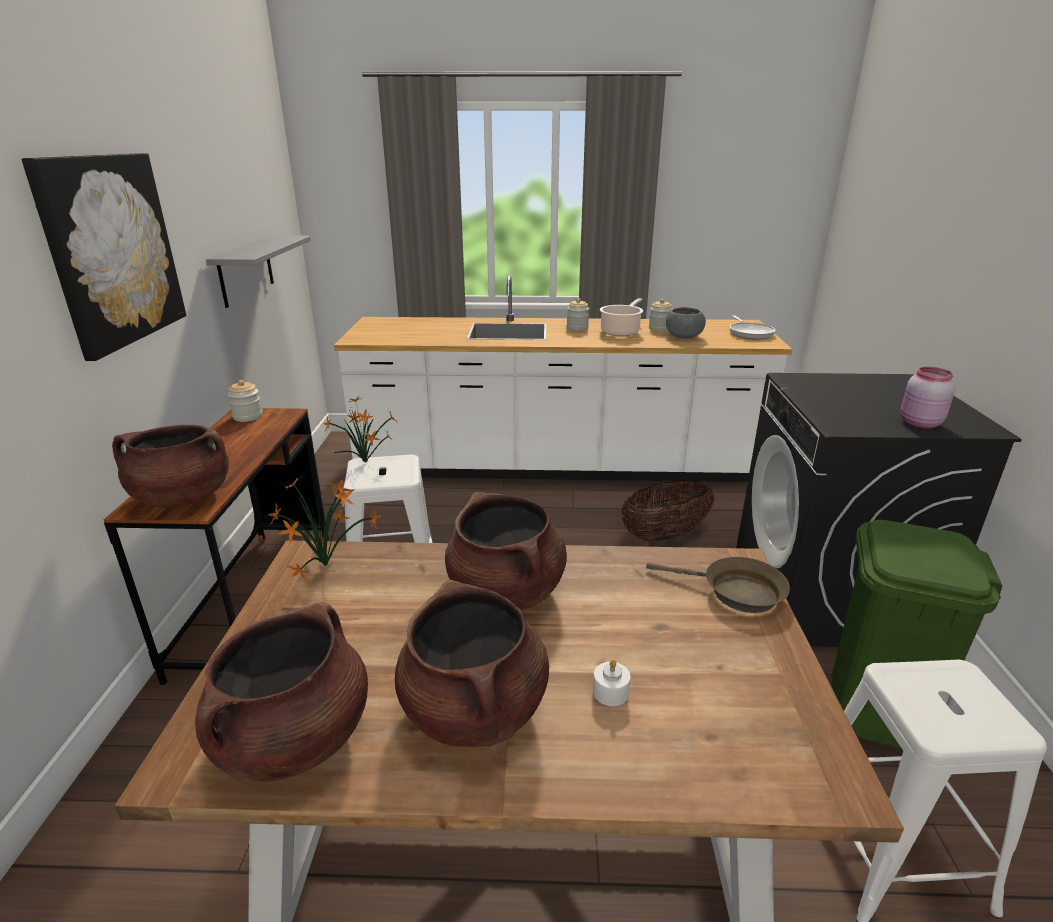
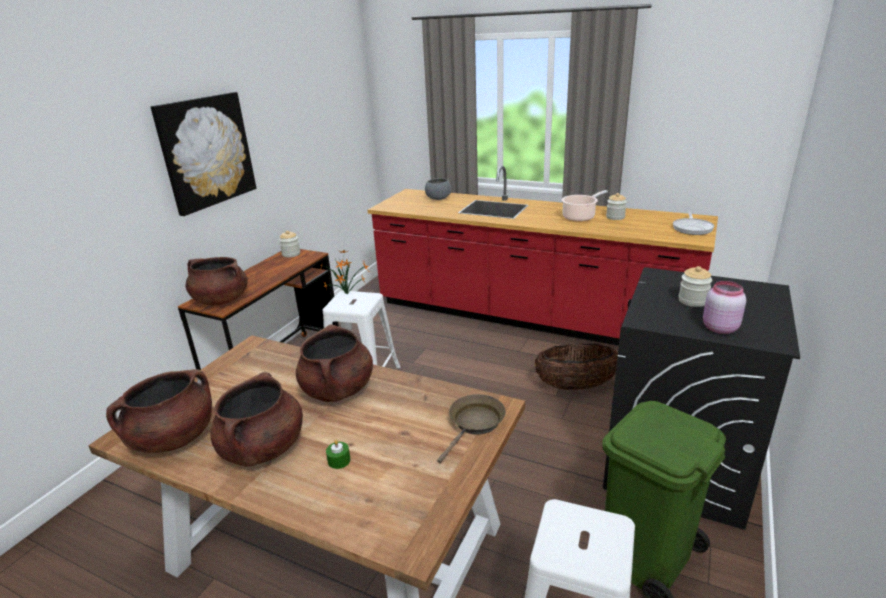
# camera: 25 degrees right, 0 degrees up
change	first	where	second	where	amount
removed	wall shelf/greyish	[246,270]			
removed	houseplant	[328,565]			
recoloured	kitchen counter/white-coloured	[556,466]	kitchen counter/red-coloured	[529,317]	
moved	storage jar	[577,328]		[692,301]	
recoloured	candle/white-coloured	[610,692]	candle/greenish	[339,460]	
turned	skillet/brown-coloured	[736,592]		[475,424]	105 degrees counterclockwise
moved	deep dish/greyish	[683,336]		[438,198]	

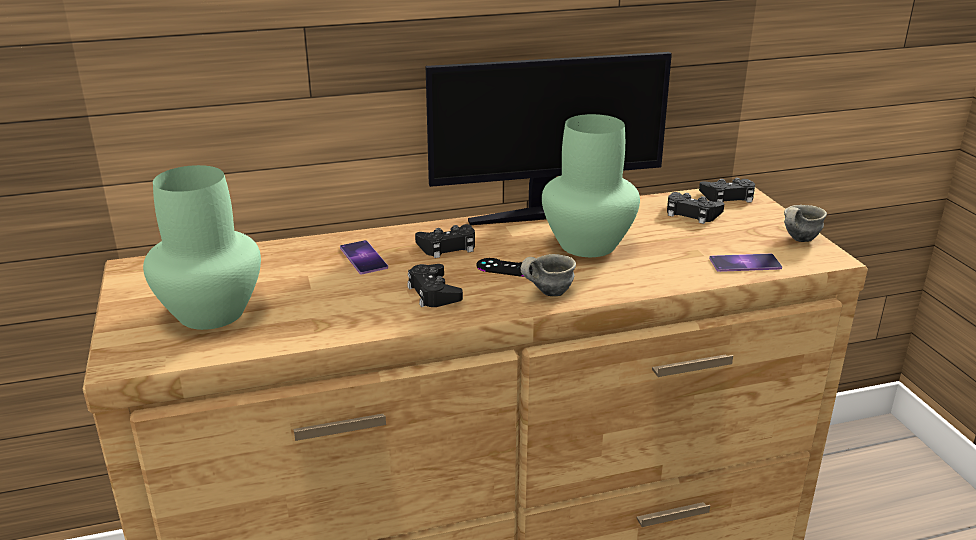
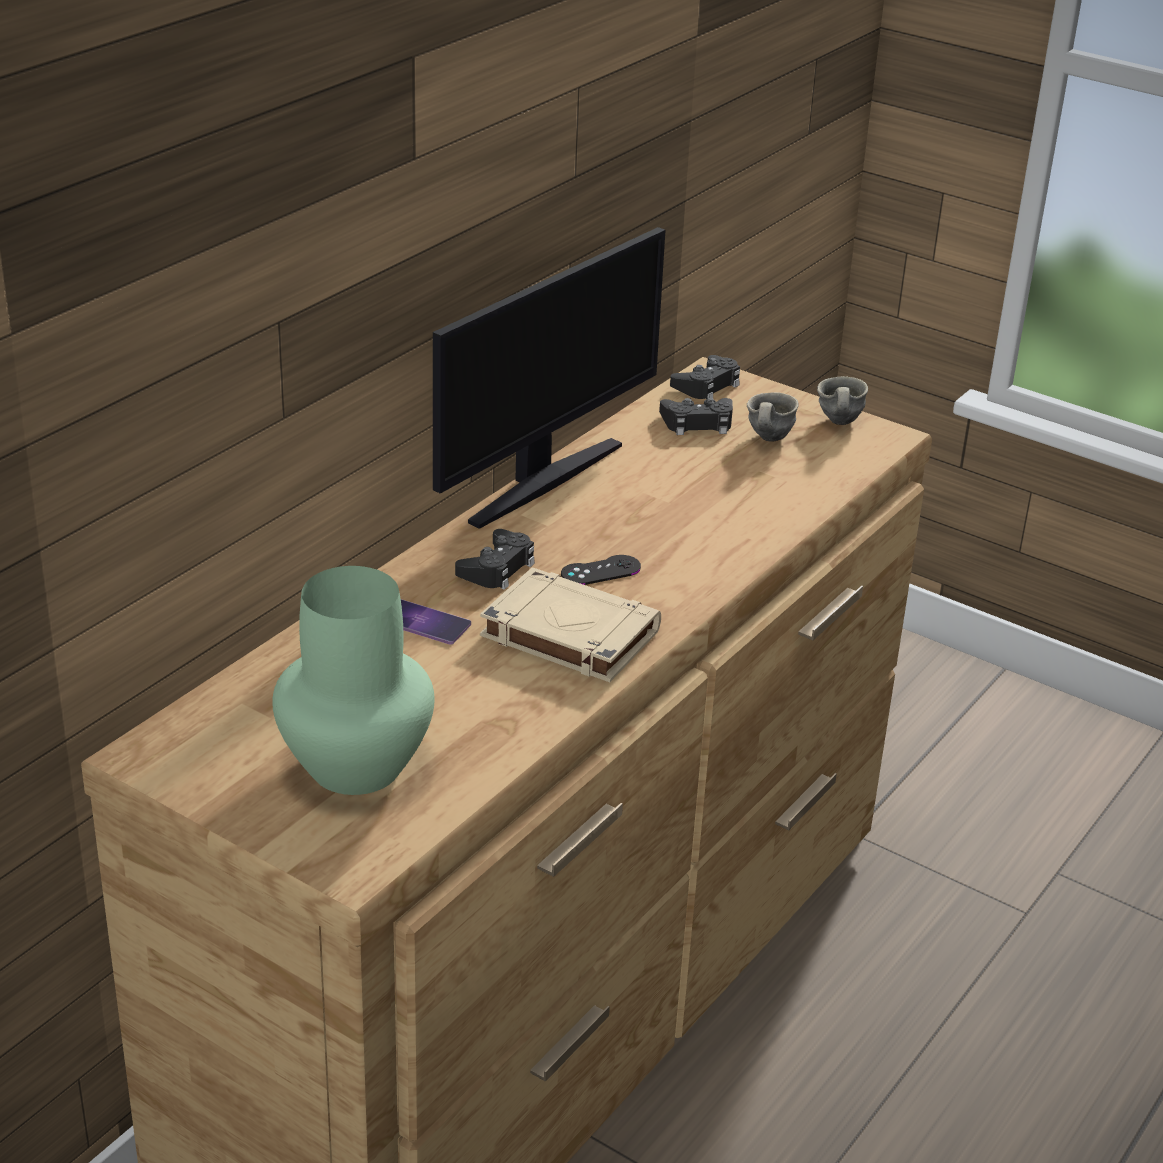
# camera: 40 degrees left, 5 degrees up
change	first	where	second	where	amount
replaced	joypad/black-coloured	[433,292]	bound book/beige	[568,634]	
moved	mug/greyish	[547,292]		[765,439]	
removed	decorative vase/greenish	[586,244]			
removed	handset	[745,263]			

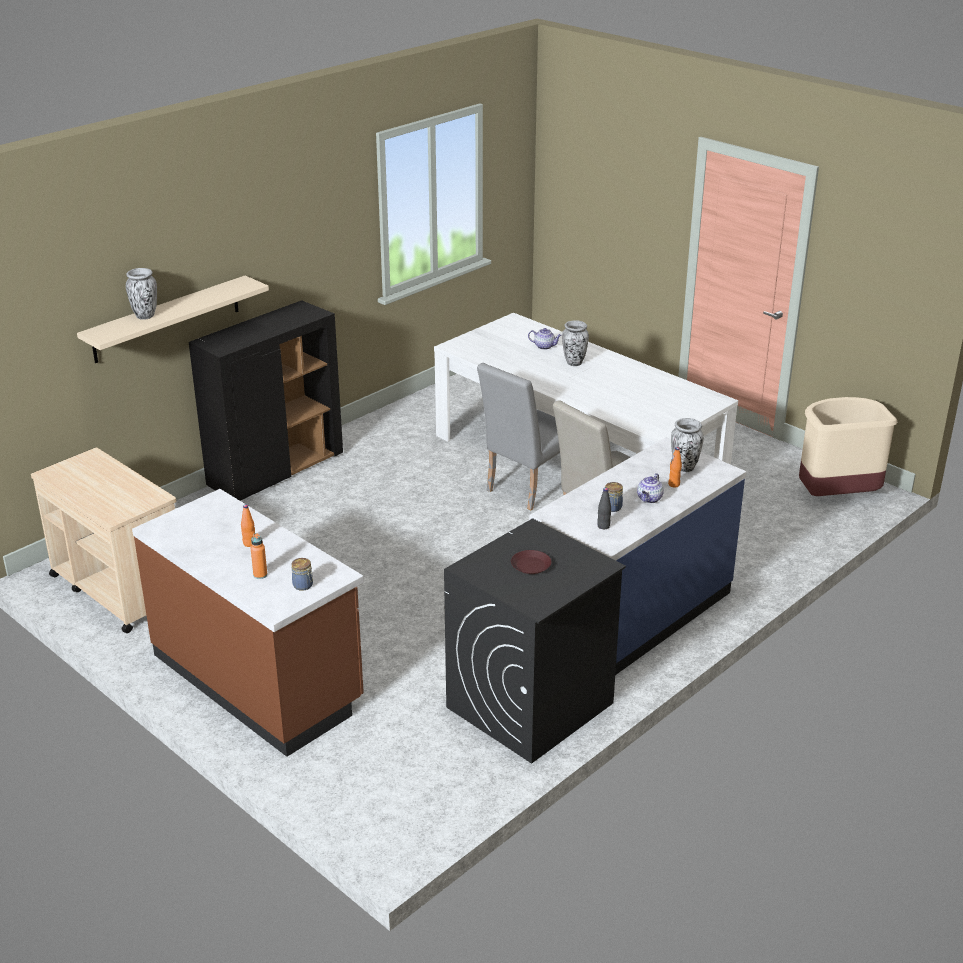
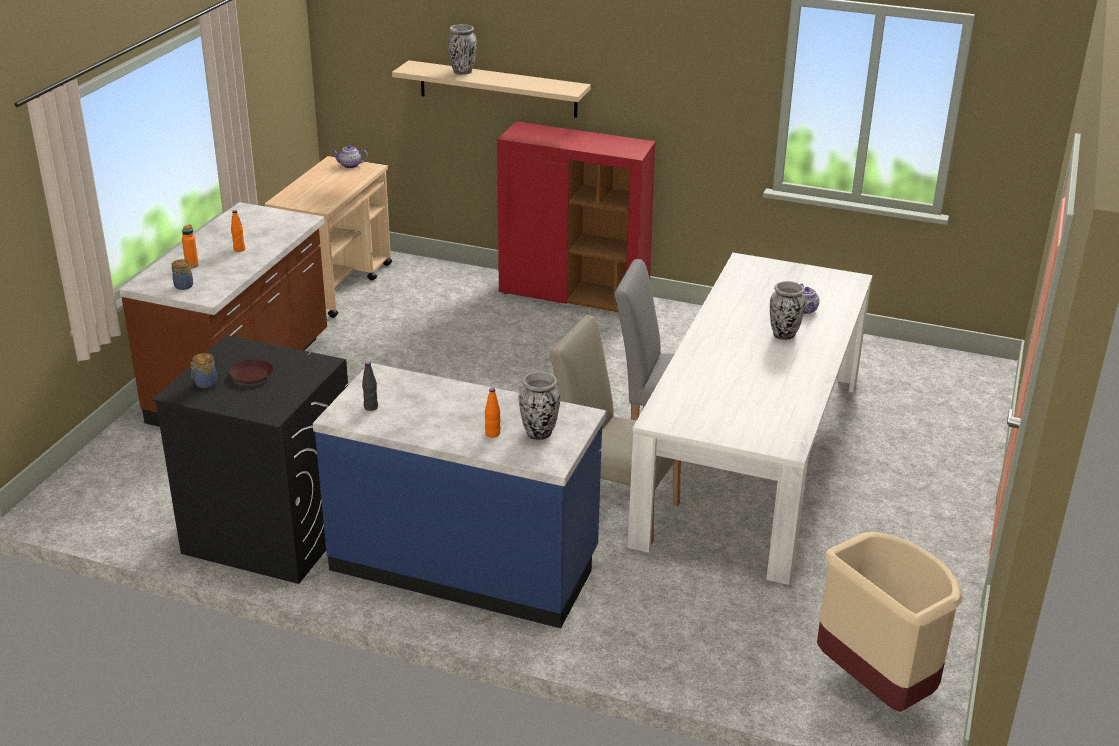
# camera: 65 degrees right, 0 degrees up
change	first	where	second	where	amount
recoloured	cabinet/black-coloured	[276,470]	cabinet/red-coloured	[575,295]	
moved	storage jar	[612,508]		[205,383]	
moved	pot for tea	[649,499]		[350,165]	

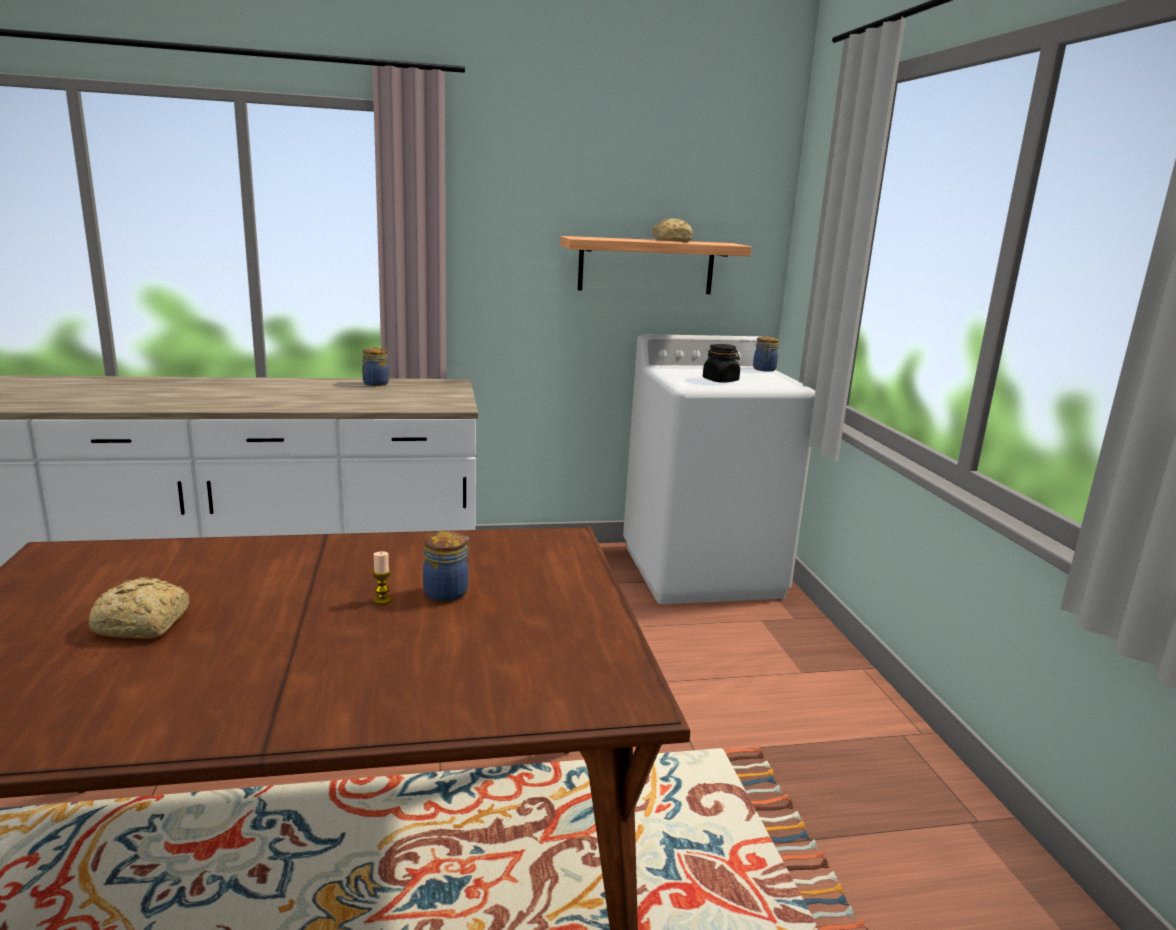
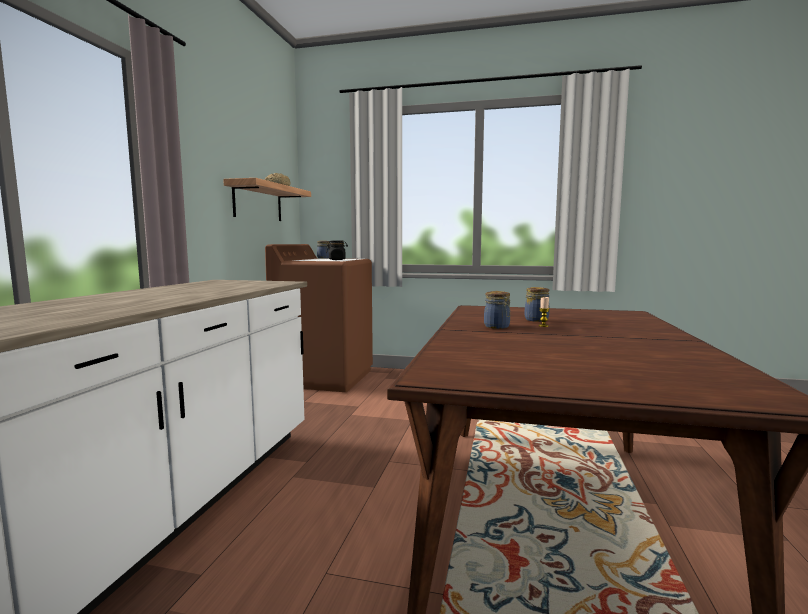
# camera: 65 degrees left, 10 degrees down
change	first	where	second	where	amount
removed	bakery bread	[144,625]			
moved	storage jar	[375,384]		[497,327]	
recoloured	laundry appliance/white-coloured	[703,571]	laundry appliance/brown-coloured	[324,377]	

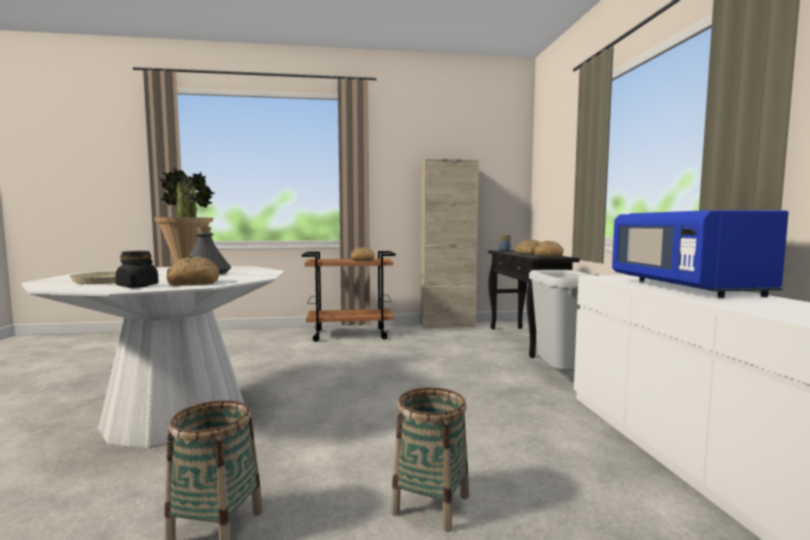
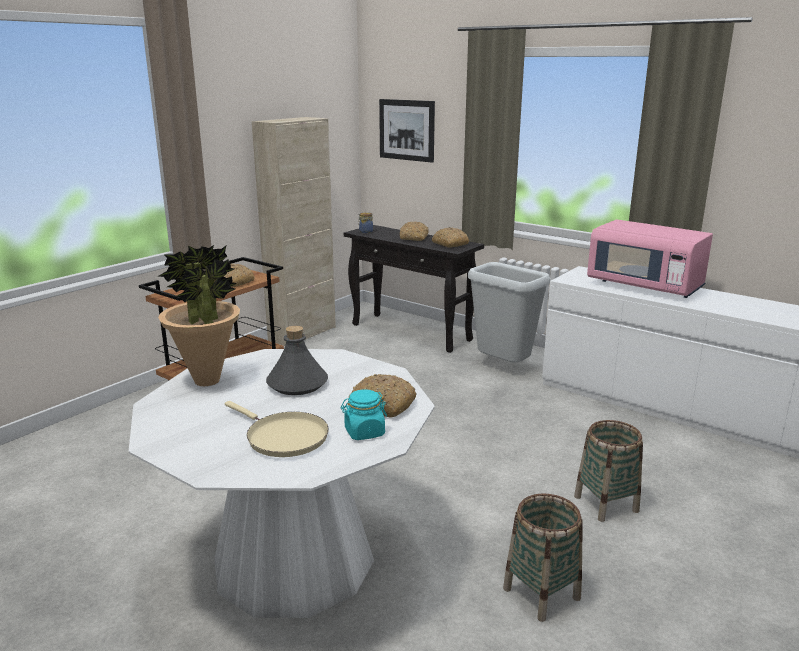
# camera: 45 degrees left, 15 degrees up
change	first	where	second	where	amount
recoloured	storage jar/black-coloured	[137,286]	storage jar/turquoise-coloured	[364,432]	
recoloured	microwave oven/blue-coloured	[686,287]	microwave oven/pinkish	[645,286]	
added			wall art	[406,130]	

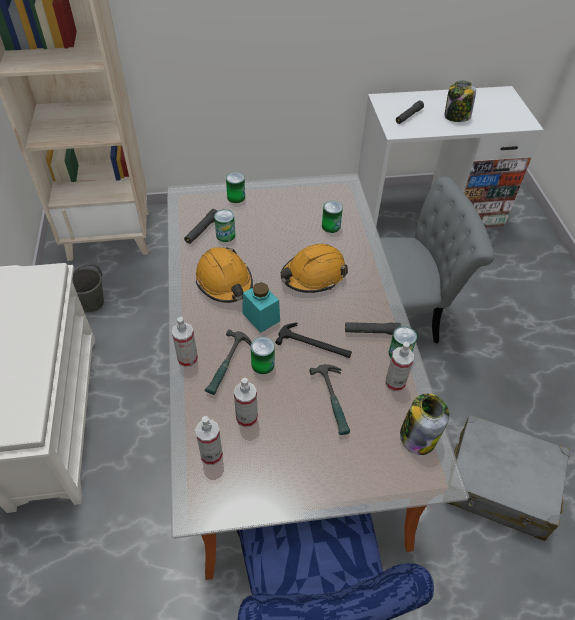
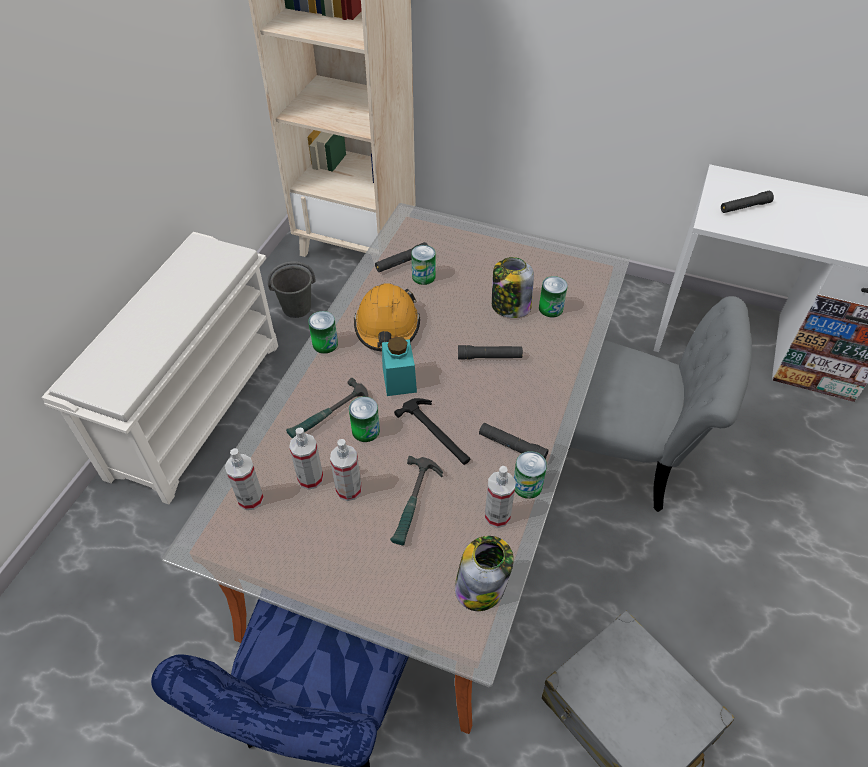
# camera: 30 degrees right, 0 degrees up
change	first	where	second	where	amount
moved	sprayer	[187,359]		[349,490]	
moved	metal can	[236,197]		[325,344]	
replaced	hard hat/orange	[313,275]	hand torch/black-coloured	[489,357]	
moved	storage jar	[456,117]		[510,306]	

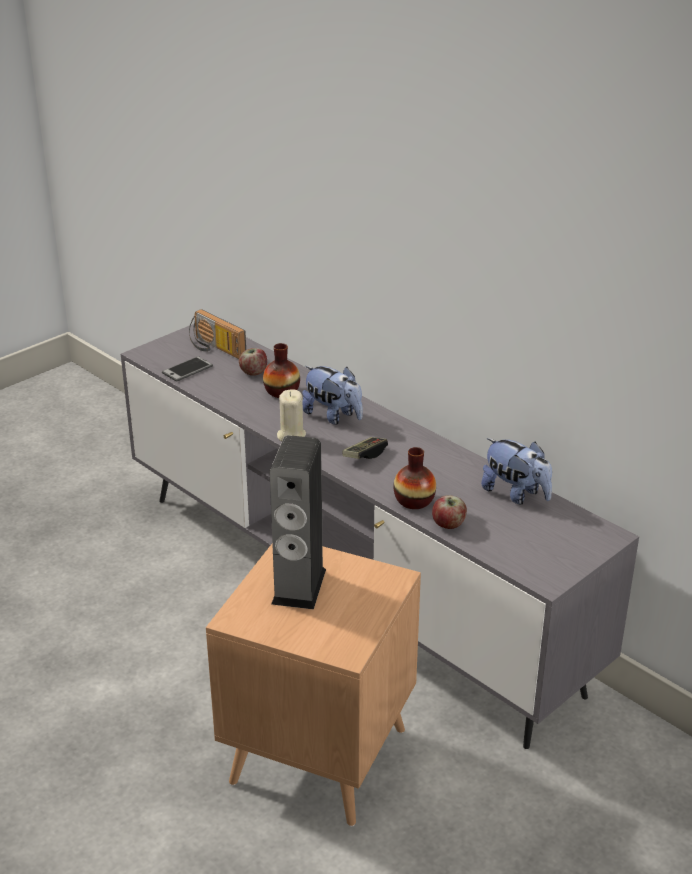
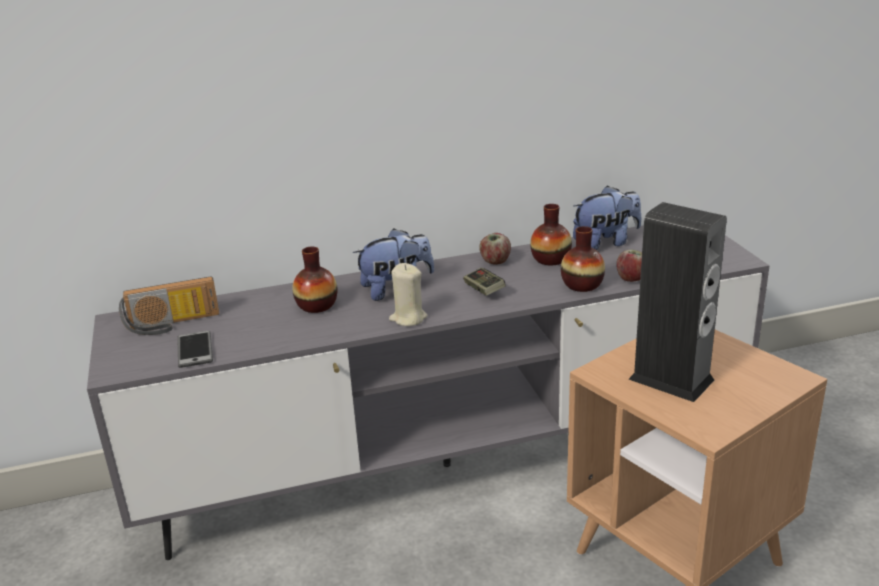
# camera: 60 degrees left, 5 degrees down
change	first	where	second	where	amount
moved	apple	[253,372]		[495,262]	
added			decorative vase	[550,259]	

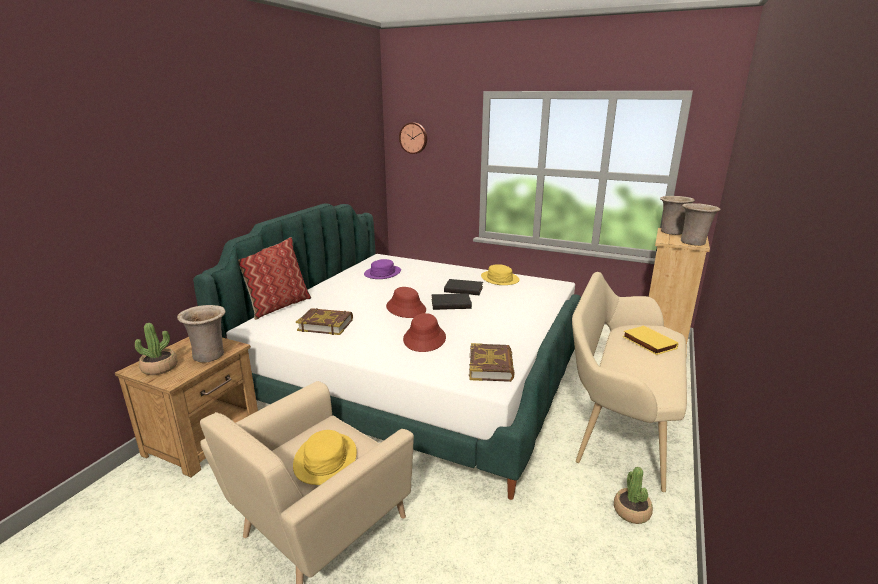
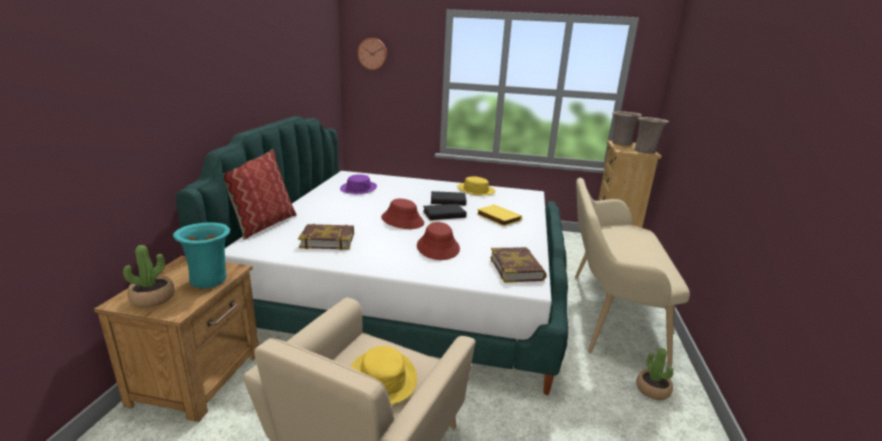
# camera: 15 degrees left, 0 degrees up
change	first	where	second	where	amount
recoloured	decorative vase/beige	[210,355]	decorative vase/turquoise-coloured	[210,280]	
moved	bound book/yellowish	[648,342]		[497,218]	

